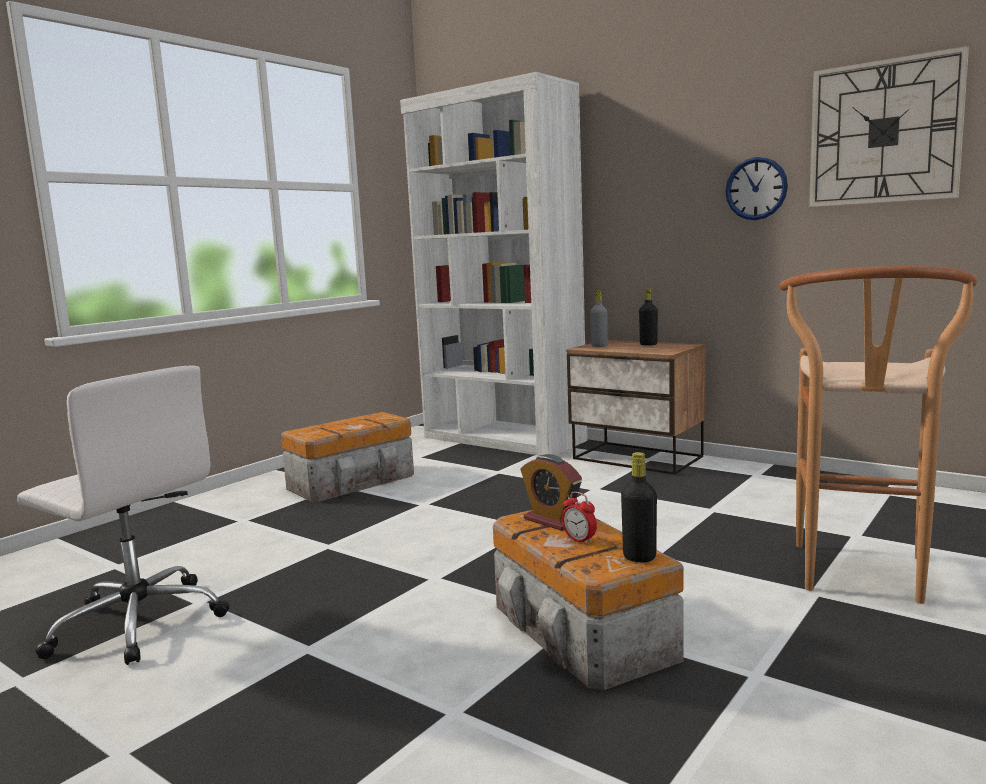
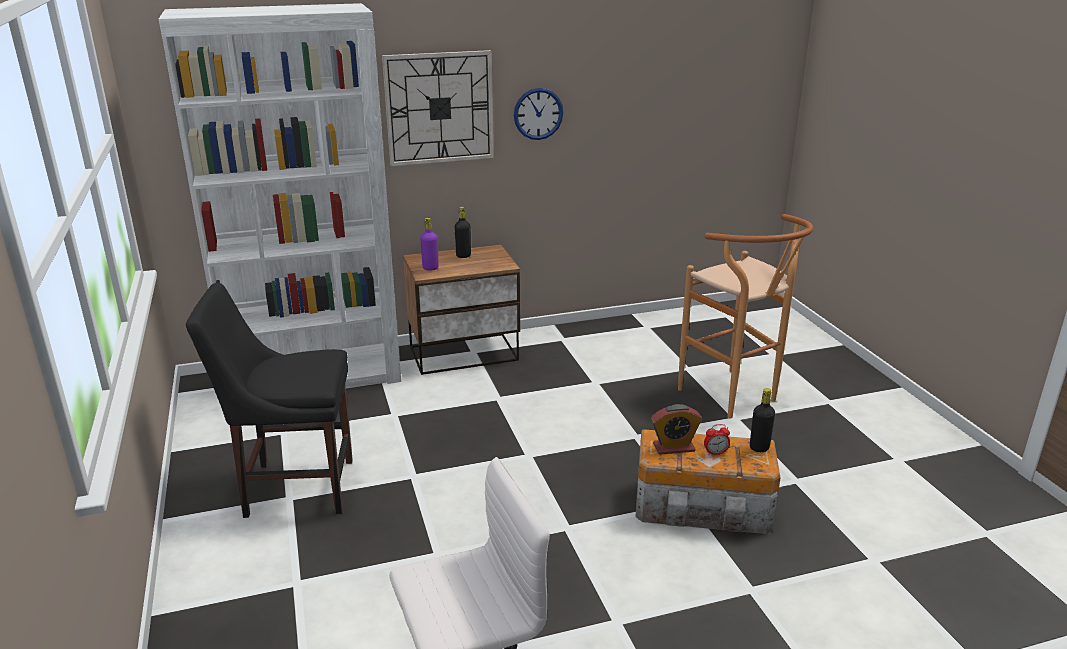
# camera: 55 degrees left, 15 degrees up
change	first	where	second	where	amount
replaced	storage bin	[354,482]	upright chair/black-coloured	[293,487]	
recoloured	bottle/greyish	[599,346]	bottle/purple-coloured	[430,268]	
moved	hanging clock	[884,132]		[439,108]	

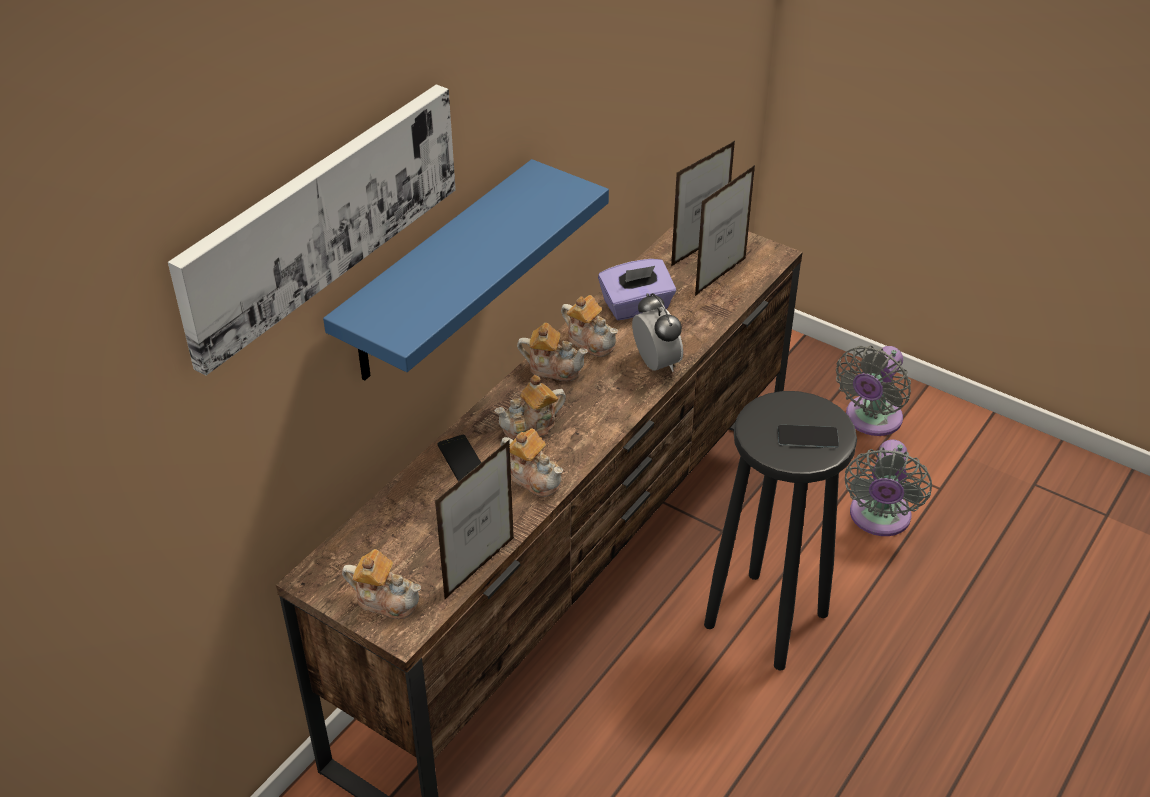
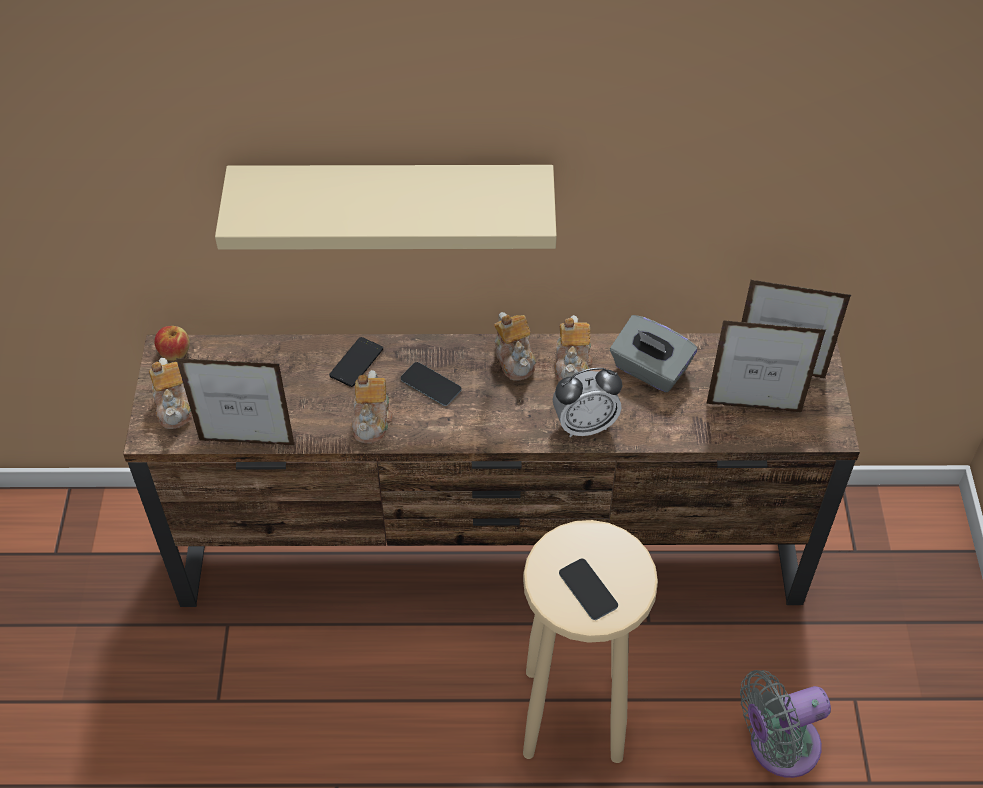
# camera: 55 degrees right, 10 degrees up
change	first	where	second	where	amount
removed	wall art	[320,219]			
recoloured	wall shelf/blue-coloured	[437,274]	wall shelf/beige	[392,202]	
replaced	pot for tea	[531,426]	handset	[431,384]	
recoloured	tissue holder/purple-coloured	[636,306]	tissue holder/greyish	[649,370]	
turned	table clock	[656,363]		[584,425]	45 degrees clockwise
recoloured	stool/black-coloured	[767,618]	stool/beige	[575,714]	
removed	cooling fan/greyish	[870,420]			
added			apple	[174,352]	

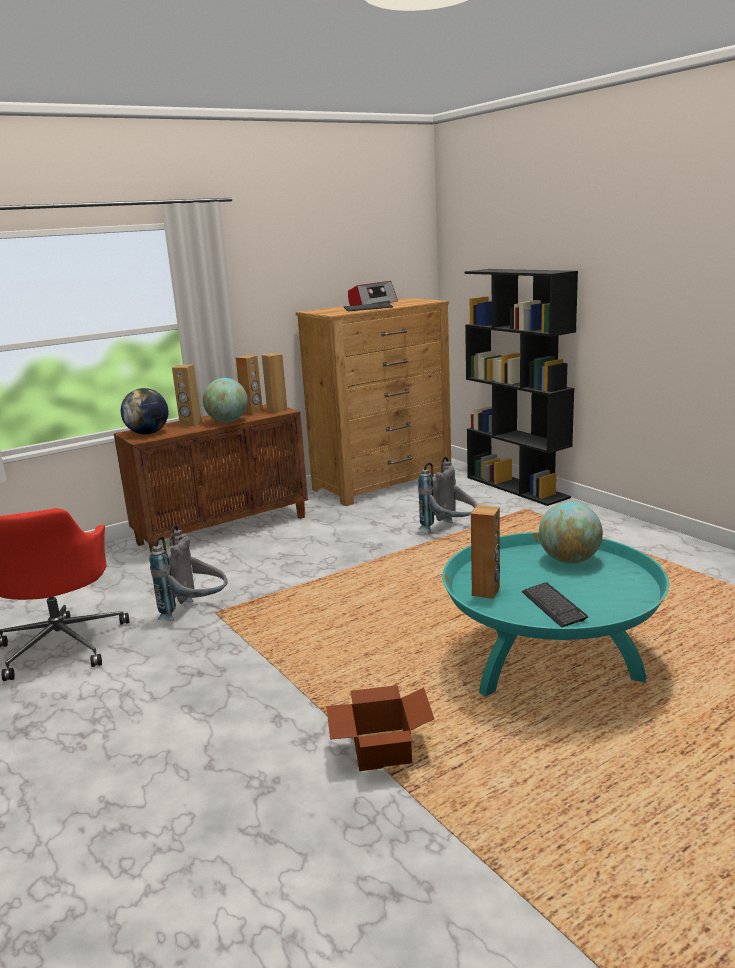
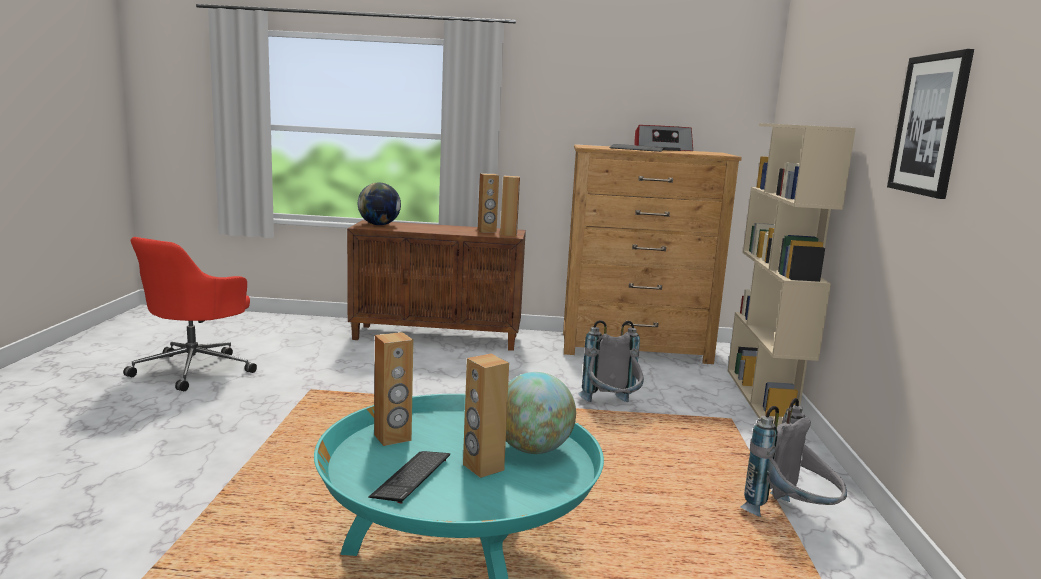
# camera: 35 degrees right, 5 degrees down
change	first	where	second	where	amount
moved	rucksack/greyish	[196,613]		[791,519]	
moved	speaker/brown-coloured	[190,424]		[482,467]	
removed	globe	[227,421]			
removed	carton	[379,750]			
recoloured	bookshelf/black-coloured	[517,487]	bookshelf/beige	[765,397]	
added			wall art	[929,125]	

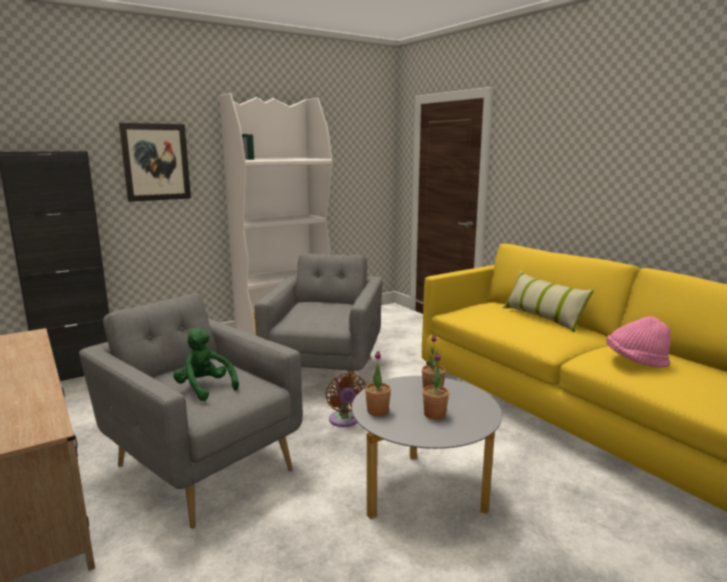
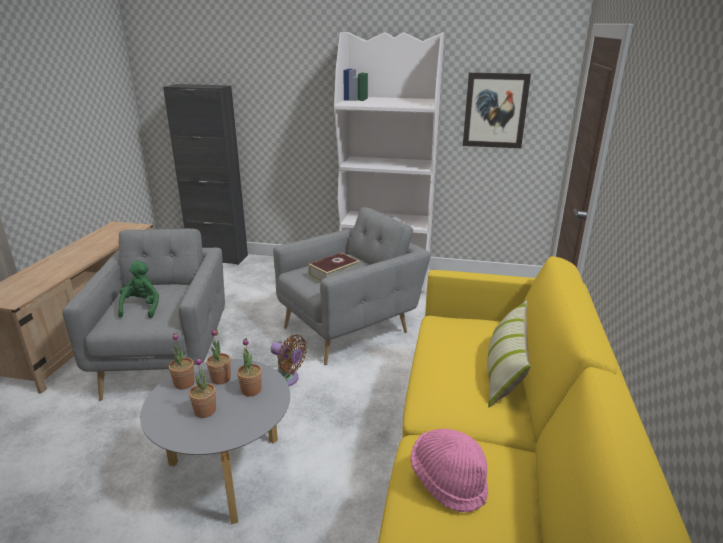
# camera: 45 degrees right, 10 degrees up
change	first	where	second	where	amount
moved	wall art	[156,162]		[495,110]	
turned	cooling fan/brown-coloured	[344,421]		[287,379]	90 degrees counterclockwise
added			houseplant	[220,378]	
added			bound book	[334,274]	

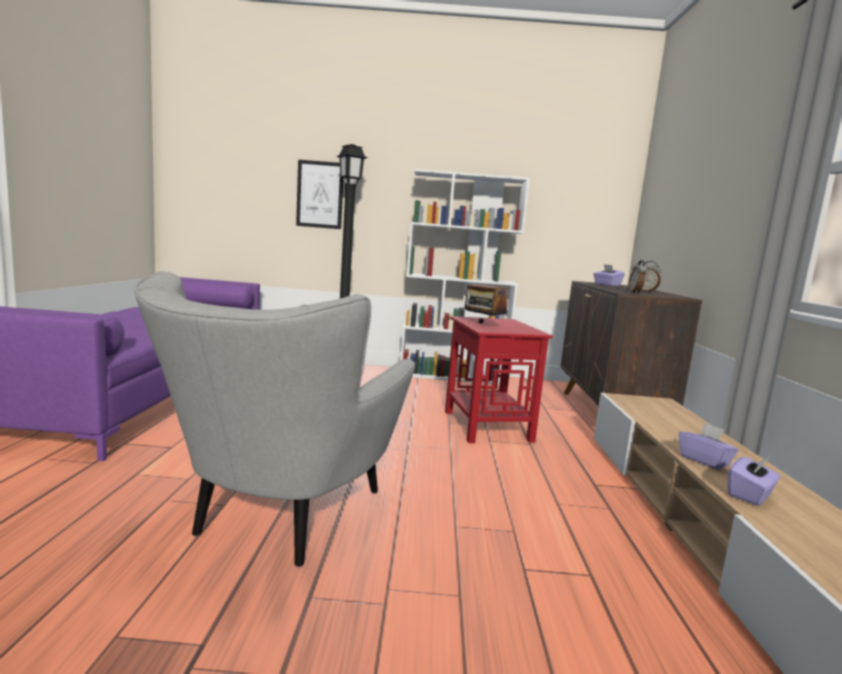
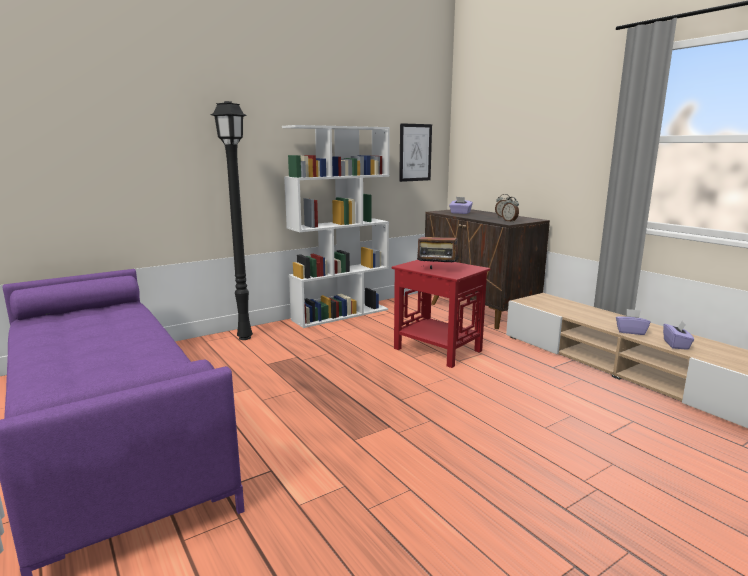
# camera: 35 degrees left, 5 degrees up
change	first	where	second	where	amount
removed	lounge chair/greyish	[282,518]			
moved	wall art	[320,194]		[415,152]	

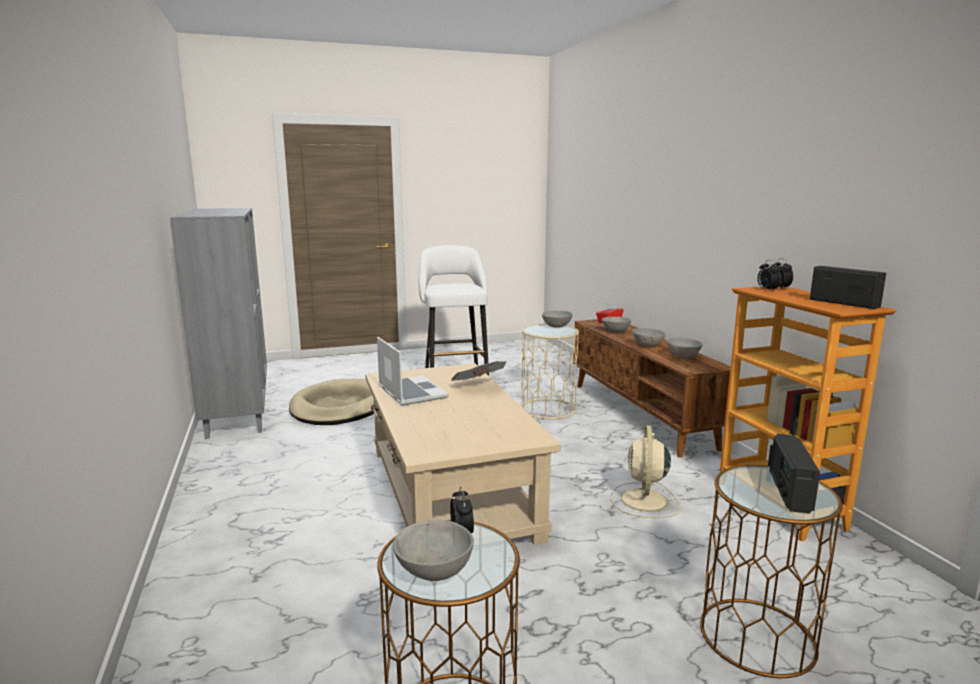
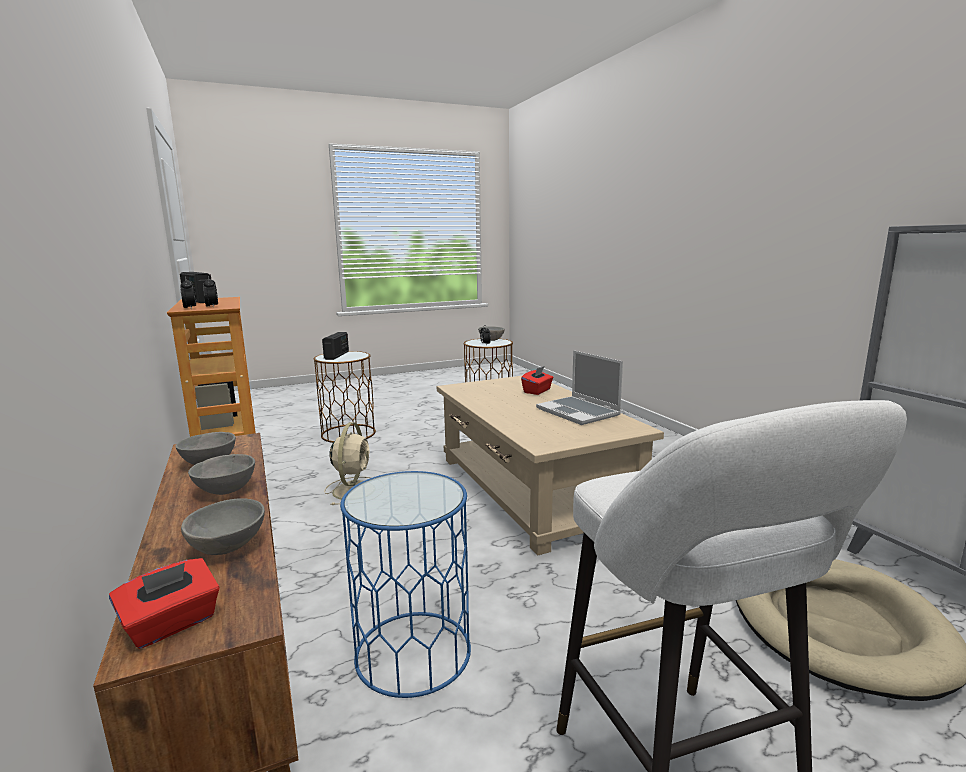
# camera: 175 degrees right, 0 degrees up
change	first	where	second	where	amount
removed	daily paper	[478,386]			
recoloured	side table/beige	[548,409]	side table/blue-coloured	[412,651]	
removed	deep dish/greyish	[557,327]			
added			tissue holder/red-coloured	[537,391]	

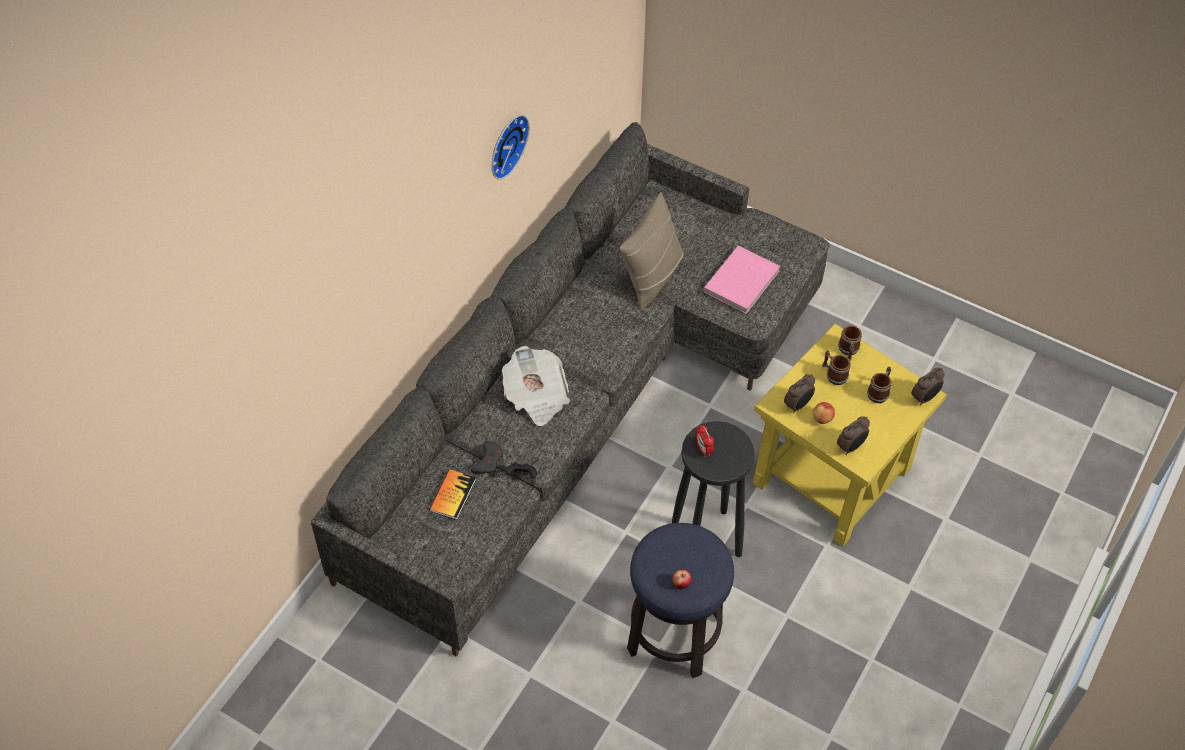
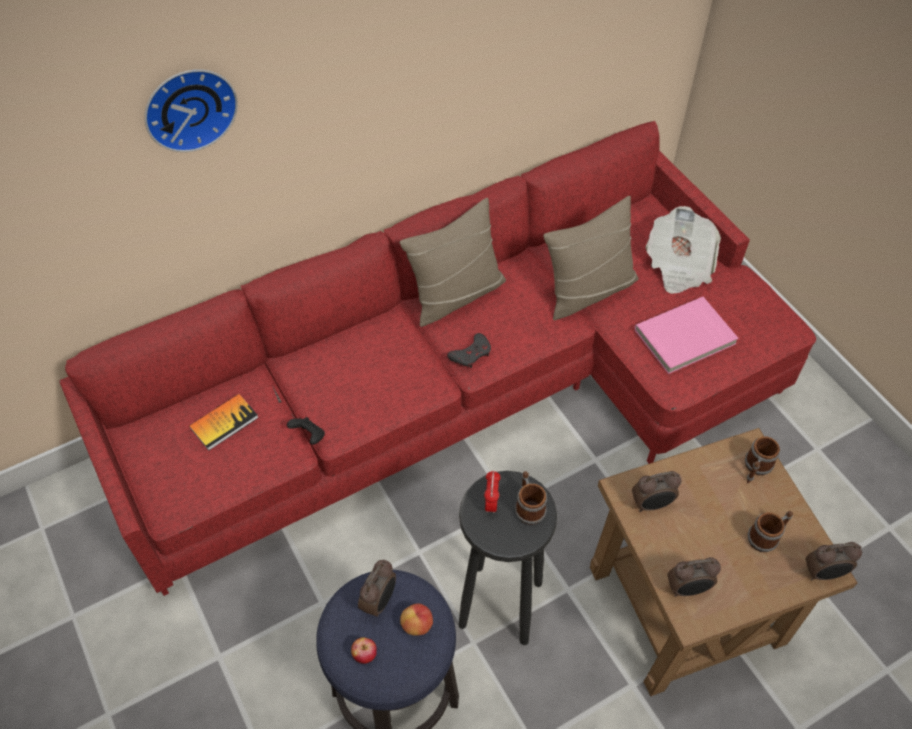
# camera: 30 degrees right, 0 degrees up
change	first	where	second	where	amount
recoloured	settee/greyish	[580,399]	settee/red-coloured	[465,391]	
moved	joypad/greyish	[488,461]		[471,354]	
moved	hanging clock	[505,145]		[189,107]	
moved	daily paper	[536,397]		[678,265]	
recoloured	side table/yellowish	[831,475]	side table/brown-coloured	[686,603]	
moved	apple	[822,418]		[417,625]	
moved	mug	[833,374]		[528,507]	
added			table clock	[380,601]	
added			cushion/beige	[456,295]	

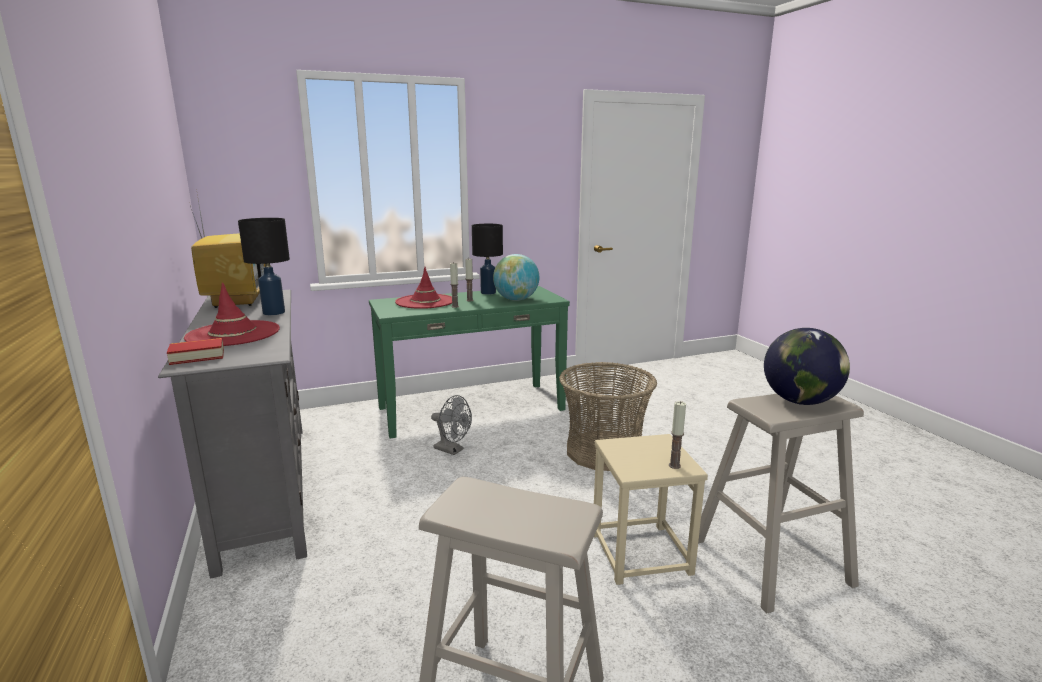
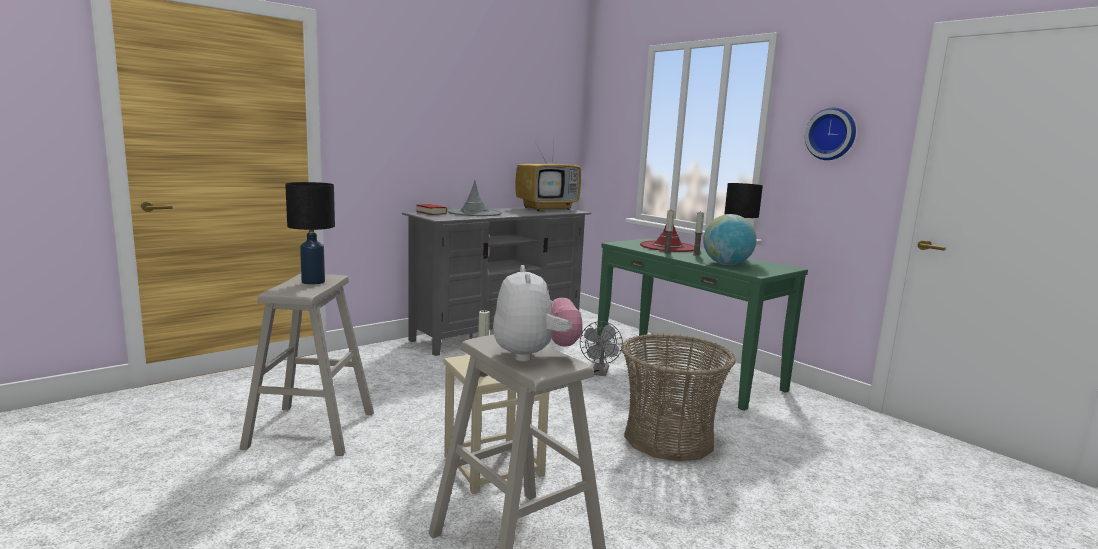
# camera: 70 degrees right, 5 degrees down
change	first	where	second	where	amount
recoloured	clothing hat/red-coloured	[233,334]	clothing hat/greyish	[474,213]	
moved	table lamp/black-coloured	[273,312]		[314,282]	
replaced	globe	[799,401]	soft toy	[534,355]	
added			hanging clock	[831,134]	

